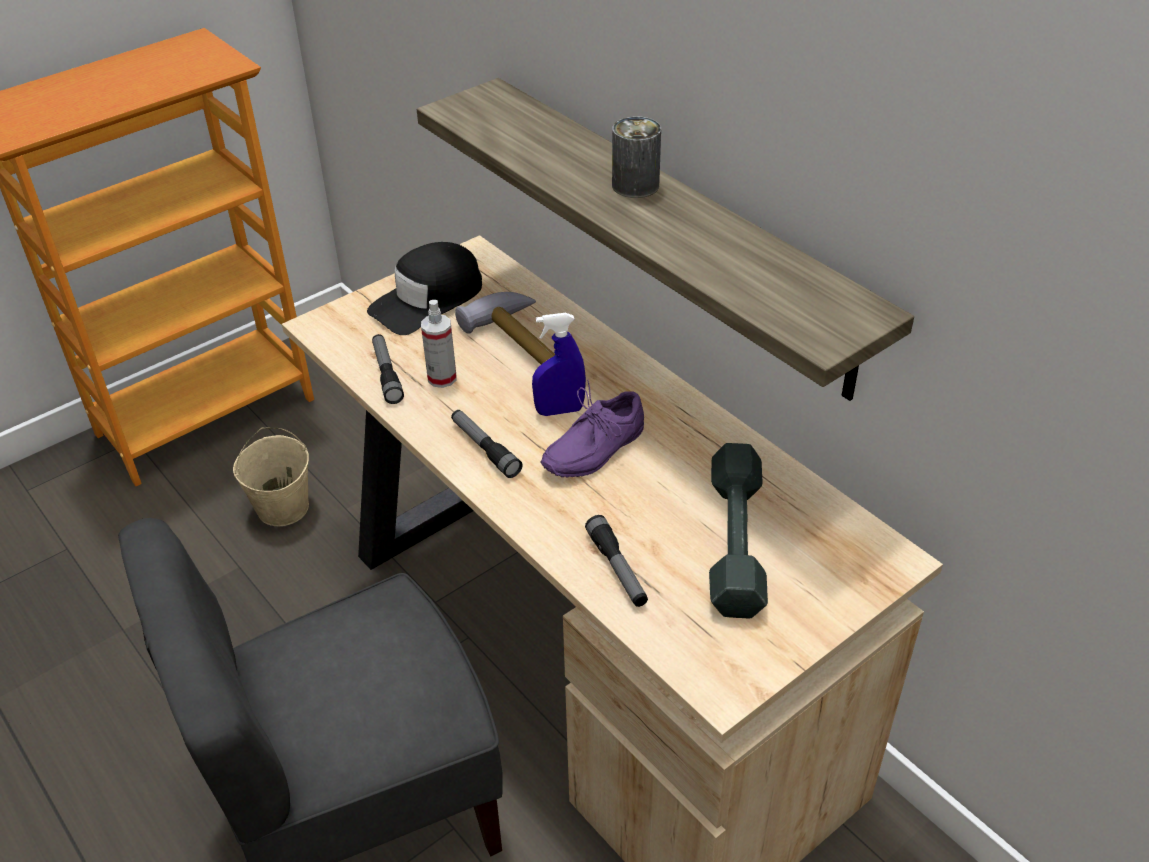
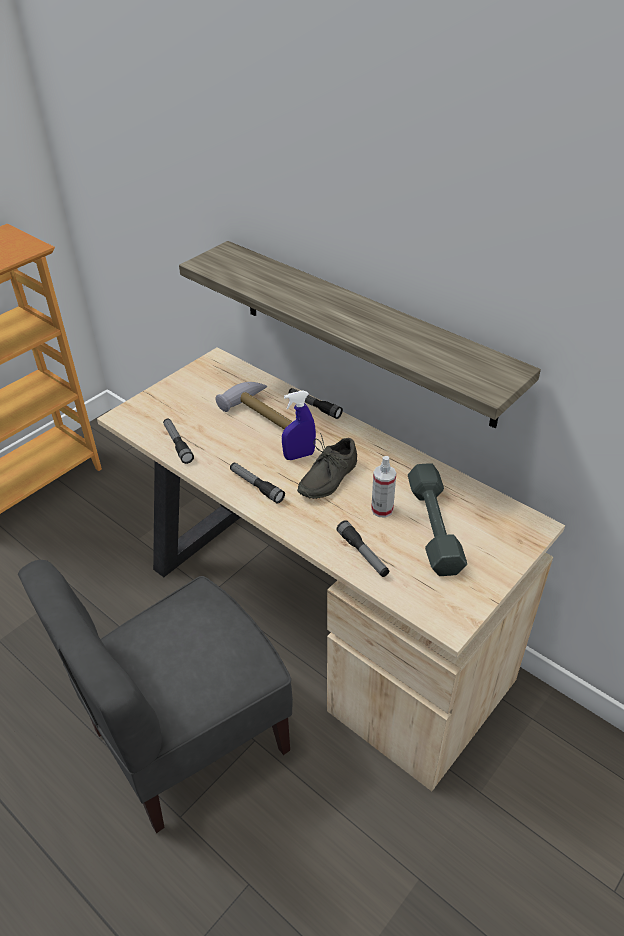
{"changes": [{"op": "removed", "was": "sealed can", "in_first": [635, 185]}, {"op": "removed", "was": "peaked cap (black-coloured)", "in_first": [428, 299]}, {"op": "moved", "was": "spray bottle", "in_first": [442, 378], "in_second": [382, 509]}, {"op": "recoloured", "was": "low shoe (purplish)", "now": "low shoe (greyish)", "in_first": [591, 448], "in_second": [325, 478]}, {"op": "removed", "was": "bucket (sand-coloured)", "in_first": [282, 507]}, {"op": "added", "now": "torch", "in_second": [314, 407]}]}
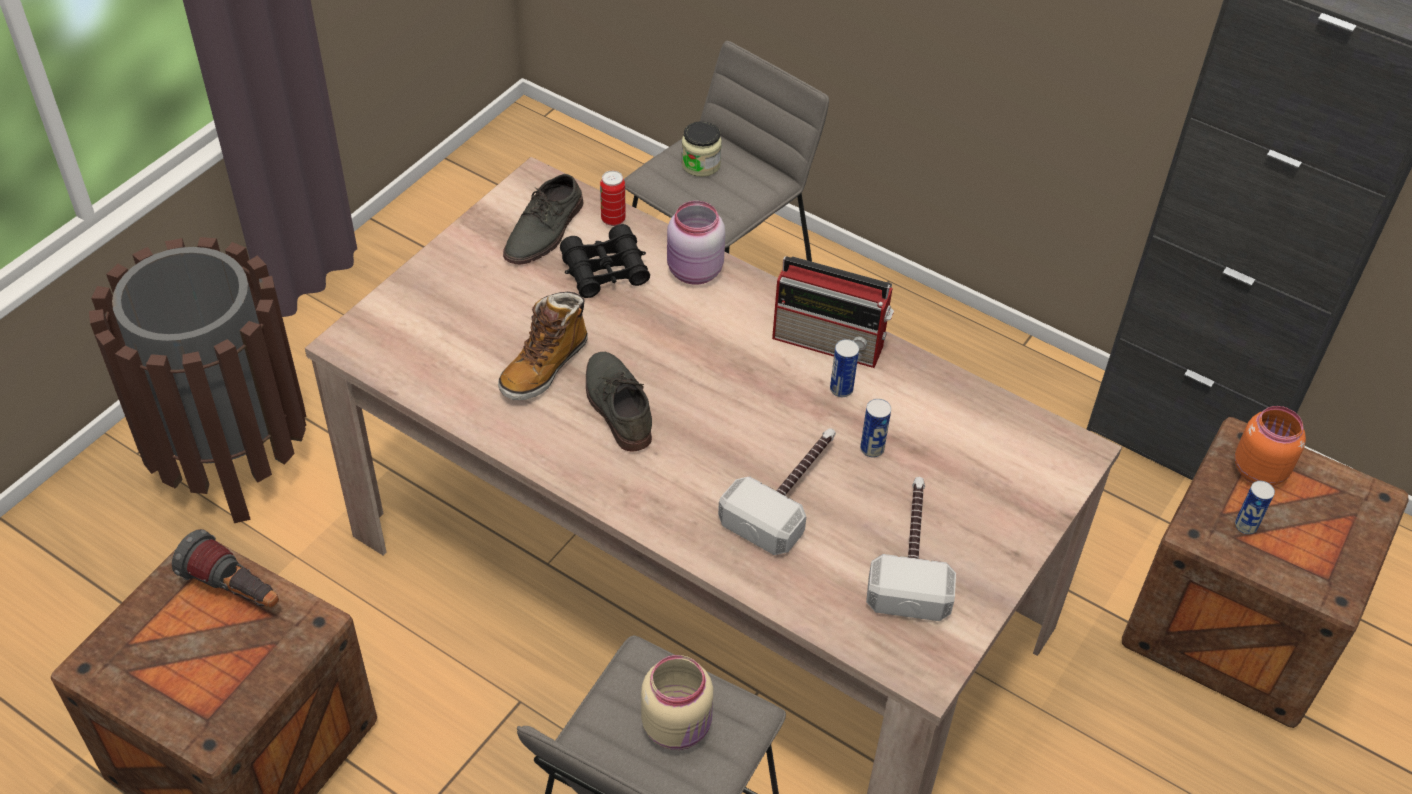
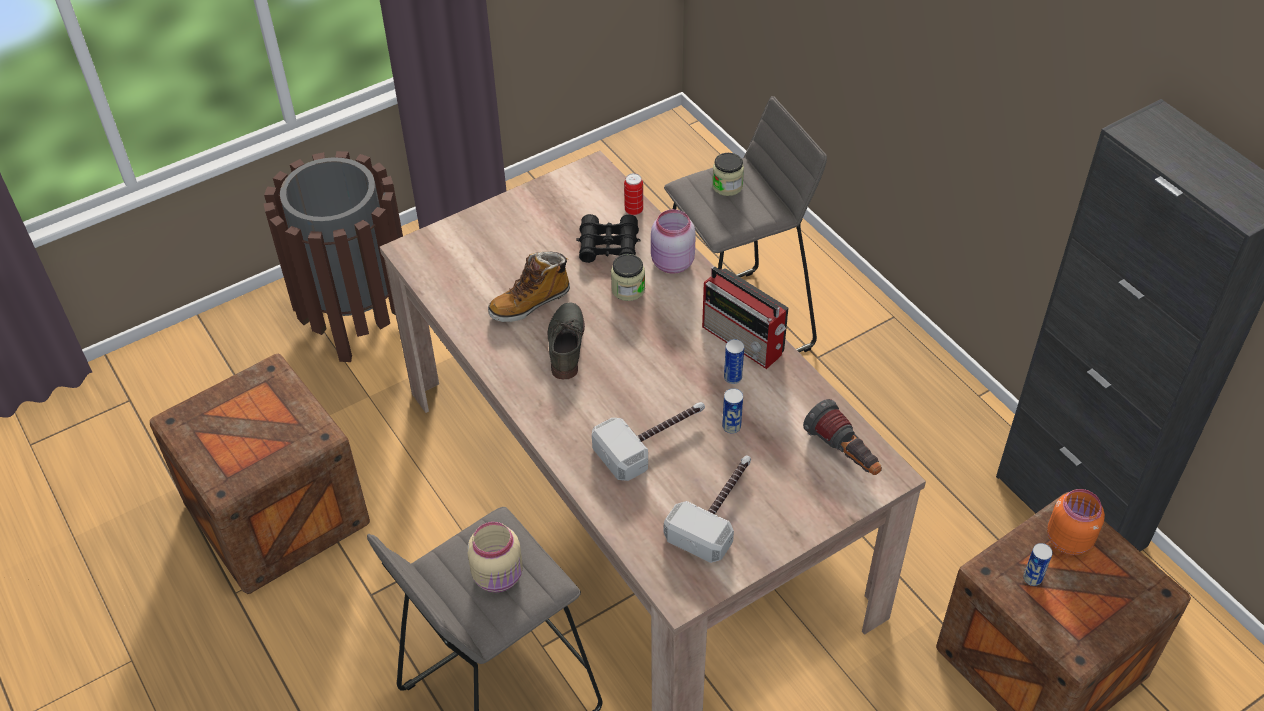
{"changes": [{"op": "removed", "was": "low shoe (greyish)", "in_first": [545, 231]}, {"op": "moved", "was": "torch", "in_first": [235, 590], "in_second": [844, 454]}, {"op": "added", "now": "preserve jar", "in_second": [628, 289]}]}
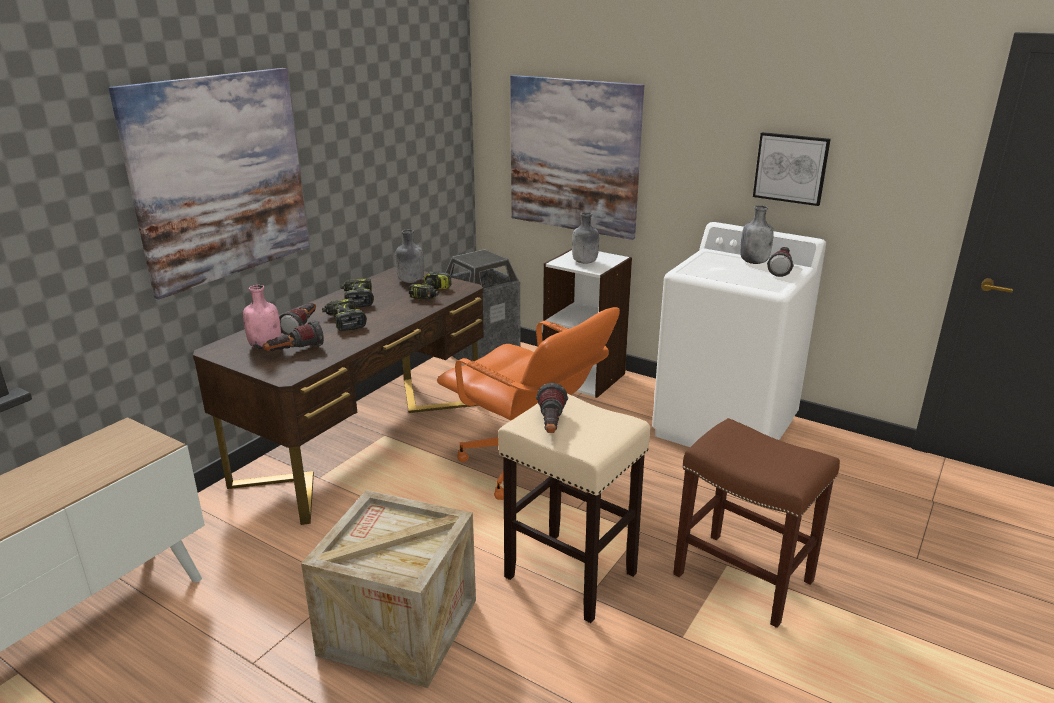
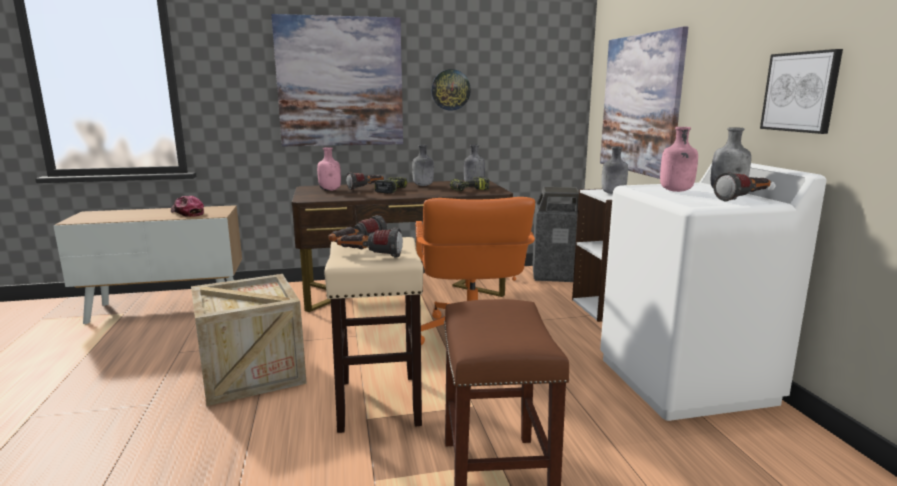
{"changes": [{"op": "replaced", "was": "electric drill", "now": "drink bottle (greyish)", "in_first": [357, 299], "in_second": [423, 185]}, {"op": "moved", "was": "torch", "in_first": [294, 352], "in_second": [370, 256]}, {"op": "added", "now": "hanging clock", "in_second": [450, 90]}, {"op": "added", "now": "drink bottle (pinkish)", "in_second": [676, 191]}, {"op": "added", "now": "peaked cap", "in_second": [187, 213]}]}
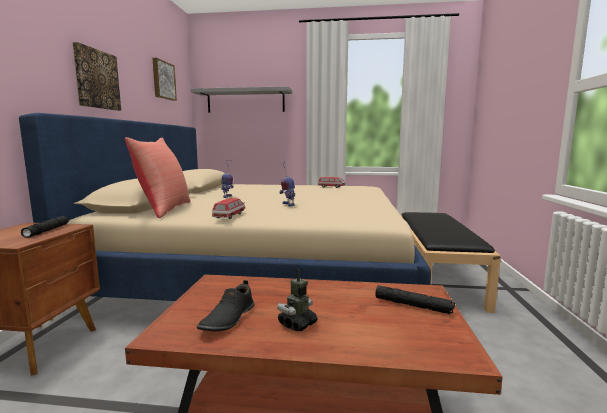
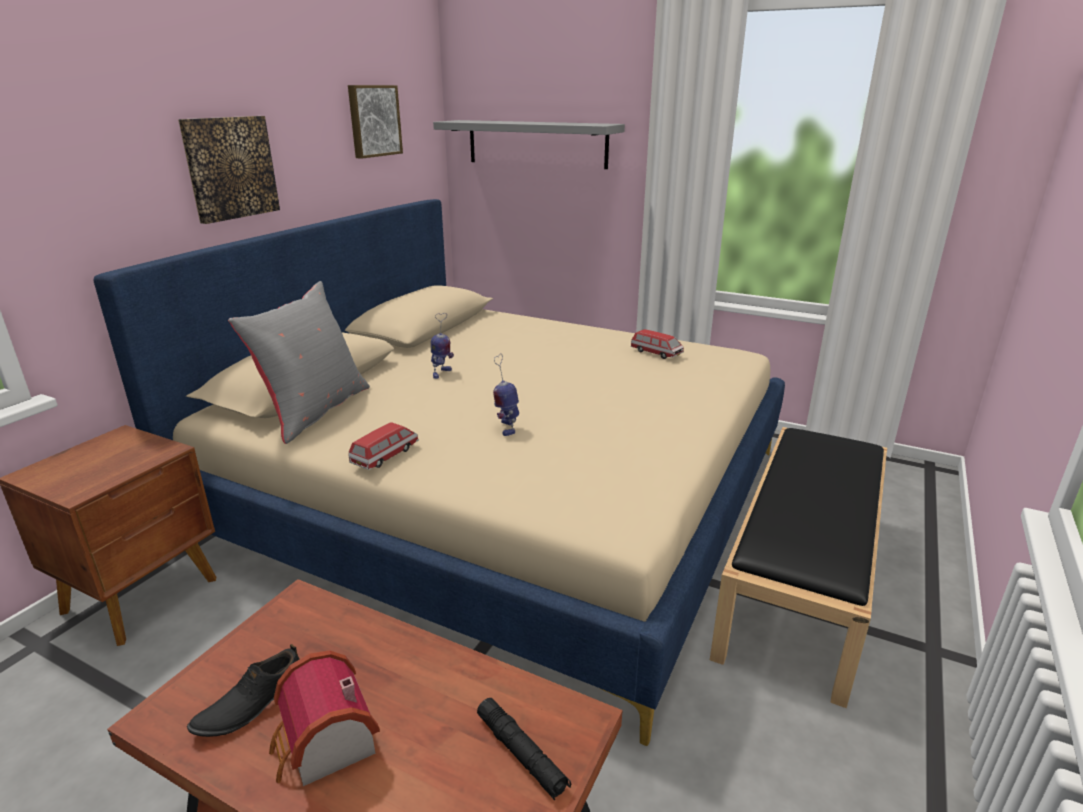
{"changes": [{"op": "recoloured", "was": "cushion (reddish)", "now": "cushion (greyish)", "in_first": [164, 209], "in_second": [314, 411]}, {"op": "removed", "was": "torch (black-coloured)", "in_first": [47, 231]}, {"op": "replaced", "was": "toy robot", "now": "miniature house", "in_first": [297, 324], "in_second": [325, 746]}]}
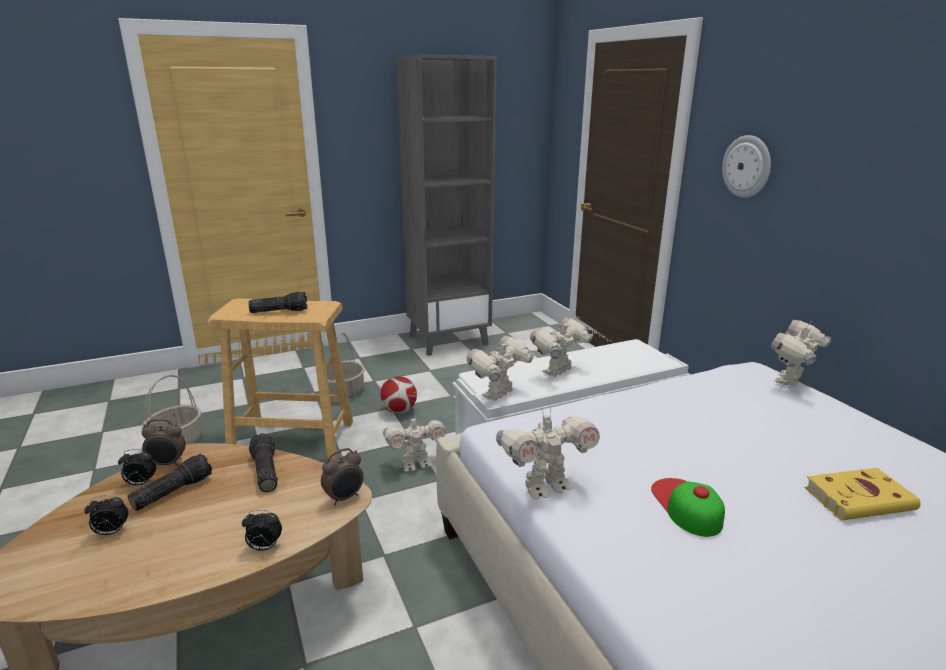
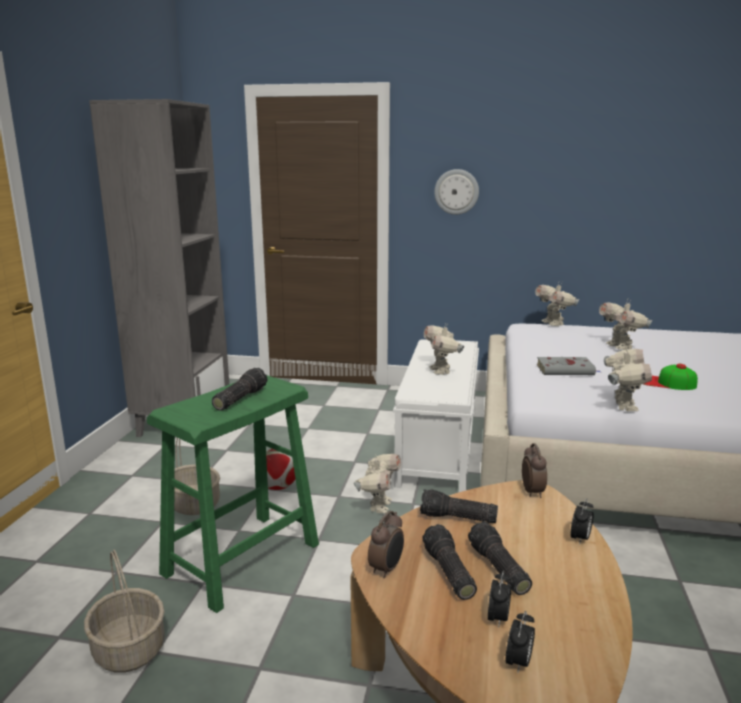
{"changes": [{"op": "recoloured", "was": "stool (sand-coloured)", "now": "stool (green)", "in_first": [291, 437], "in_second": [241, 559]}, {"op": "moved", "was": "toy robot", "in_first": [499, 395], "in_second": [620, 347]}, {"op": "moved", "was": "bedside clock", "in_first": [141, 483], "in_second": [519, 663]}, {"op": "removed", "was": "volume (yellow-coloured)", "in_first": [861, 499]}, {"op": "added", "now": "volume (greyish)", "in_second": [566, 370]}, {"op": "added", "now": "torch", "in_second": [497, 568]}]}
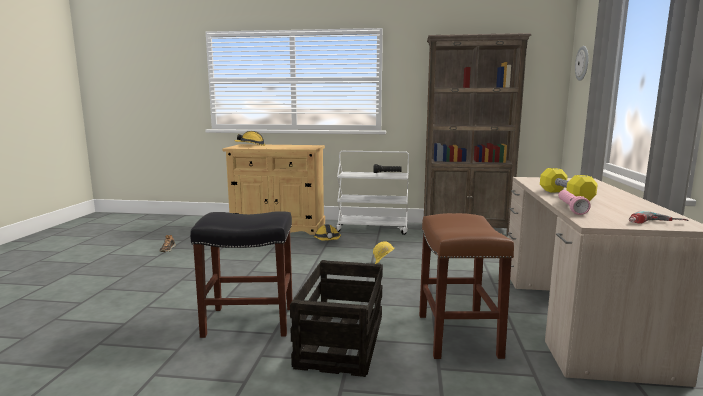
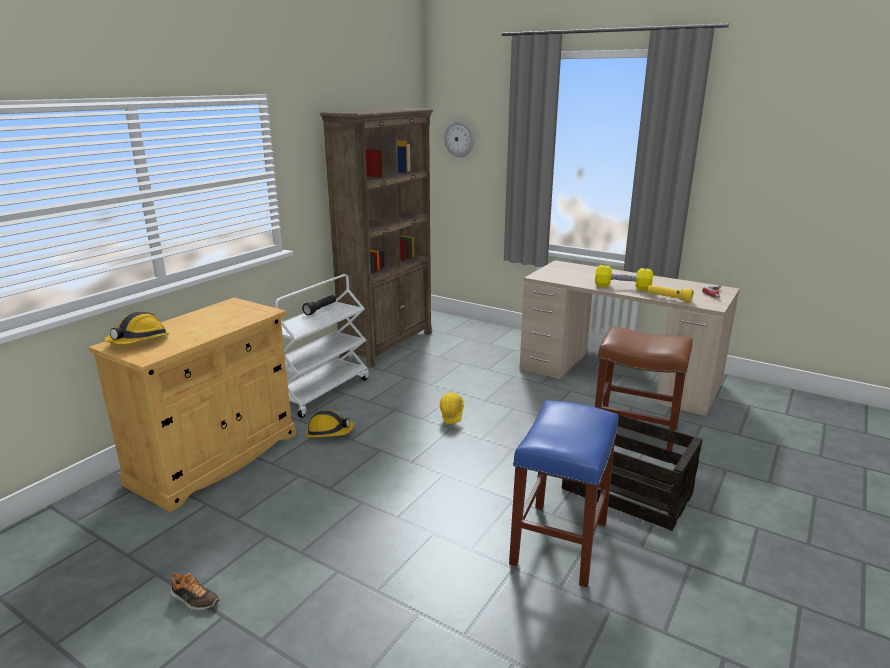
{"changes": [{"op": "recoloured", "was": "torch (pinkish)", "now": "torch (yellow-coloured)", "in_first": [571, 208], "in_second": [669, 299]}, {"op": "recoloured", "was": "stool (black-coloured)", "now": "stool (blue-coloured)", "in_first": [248, 322], "in_second": [560, 544]}]}
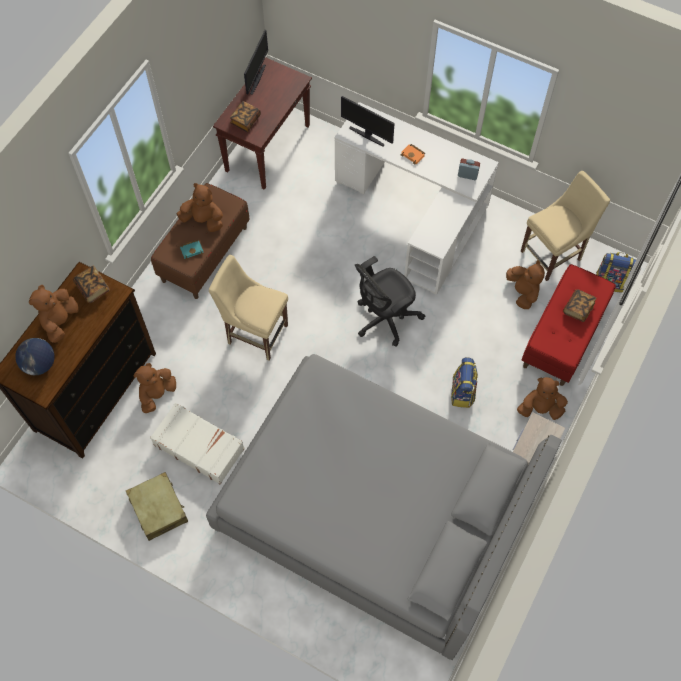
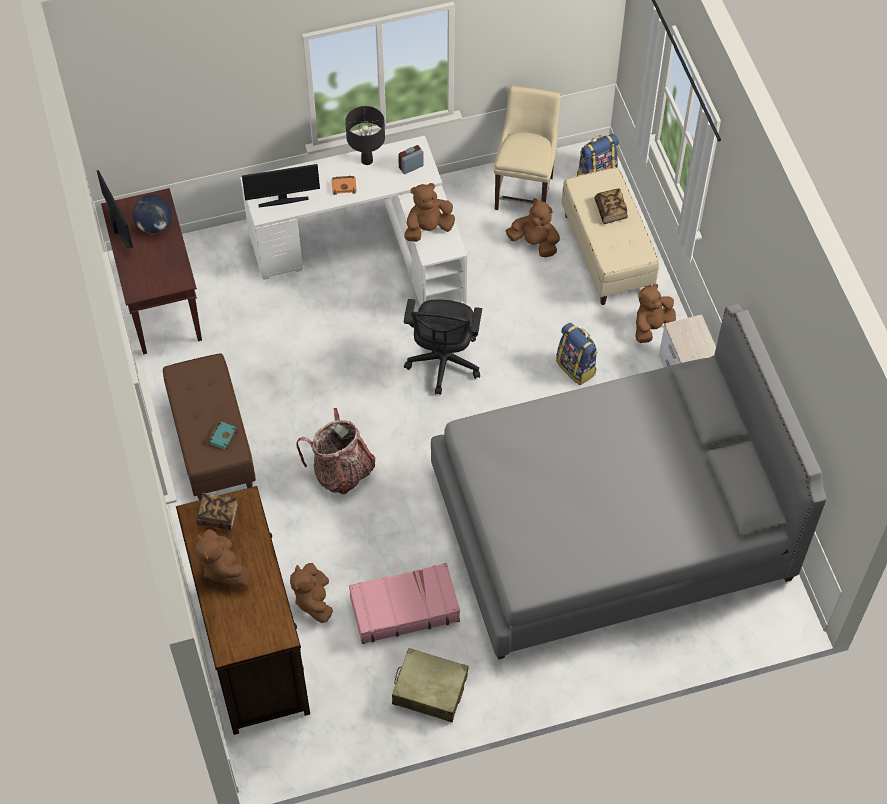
{"changes": [{"op": "removed", "was": "volume", "in_first": [245, 121]}, {"op": "moved", "was": "plush toy (brown-coloured)", "in_first": [203, 220], "in_second": [428, 228]}, {"op": "replaced", "was": "upright chair (sand-coloured)", "now": "rucksack", "in_first": [255, 332], "in_second": [341, 471]}, {"op": "recoloured", "was": "bench (reddish)", "now": "bench (sand-coloured)", "in_first": [562, 337], "in_second": [607, 253]}, {"op": "moved", "was": "desk globe", "in_first": [40, 364], "in_second": [155, 225]}, {"op": "recoloured", "was": "suitcase (white-coloured)", "now": "suitcase (pinkish)", "in_first": [199, 446], "in_second": [404, 608]}, {"op": "added", "now": "table lamp (black-coloured)", "in_second": [367, 160]}]}
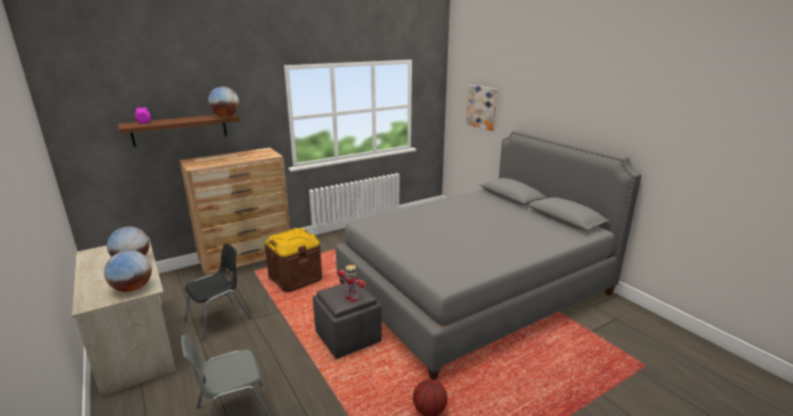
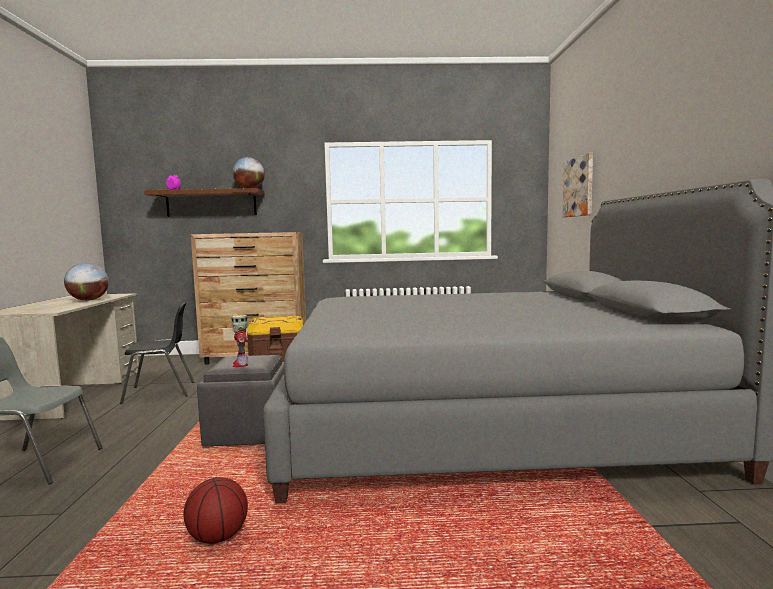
{"changes": [{"op": "removed", "was": "desk globe", "in_first": [133, 288]}]}
